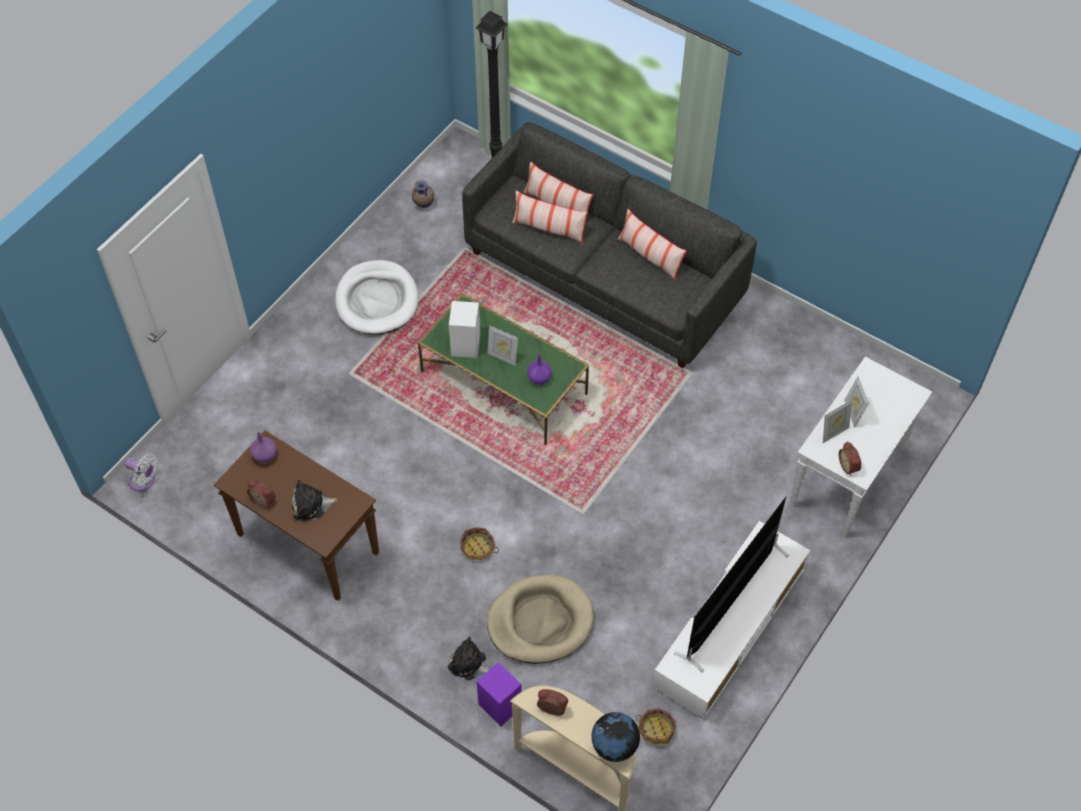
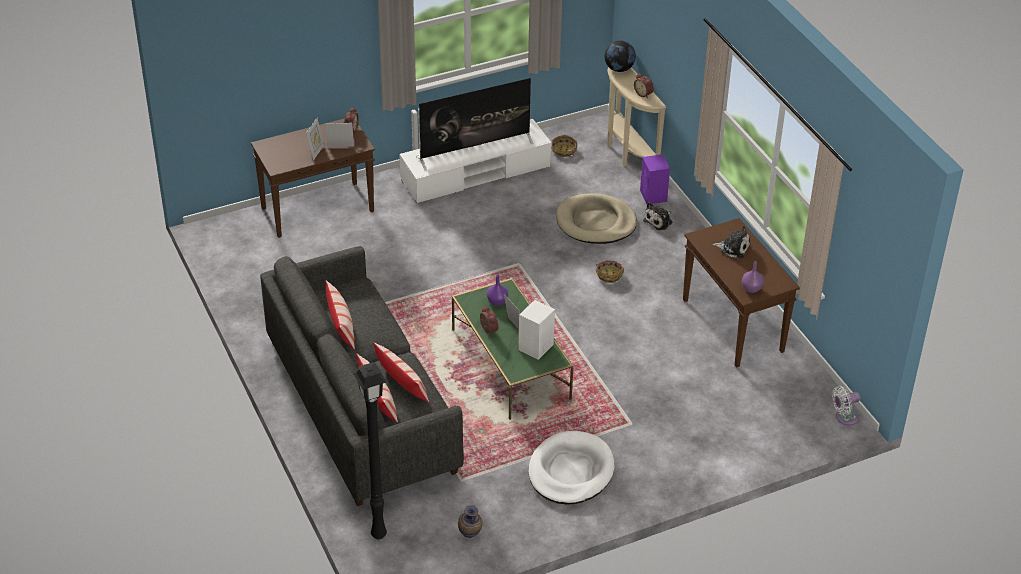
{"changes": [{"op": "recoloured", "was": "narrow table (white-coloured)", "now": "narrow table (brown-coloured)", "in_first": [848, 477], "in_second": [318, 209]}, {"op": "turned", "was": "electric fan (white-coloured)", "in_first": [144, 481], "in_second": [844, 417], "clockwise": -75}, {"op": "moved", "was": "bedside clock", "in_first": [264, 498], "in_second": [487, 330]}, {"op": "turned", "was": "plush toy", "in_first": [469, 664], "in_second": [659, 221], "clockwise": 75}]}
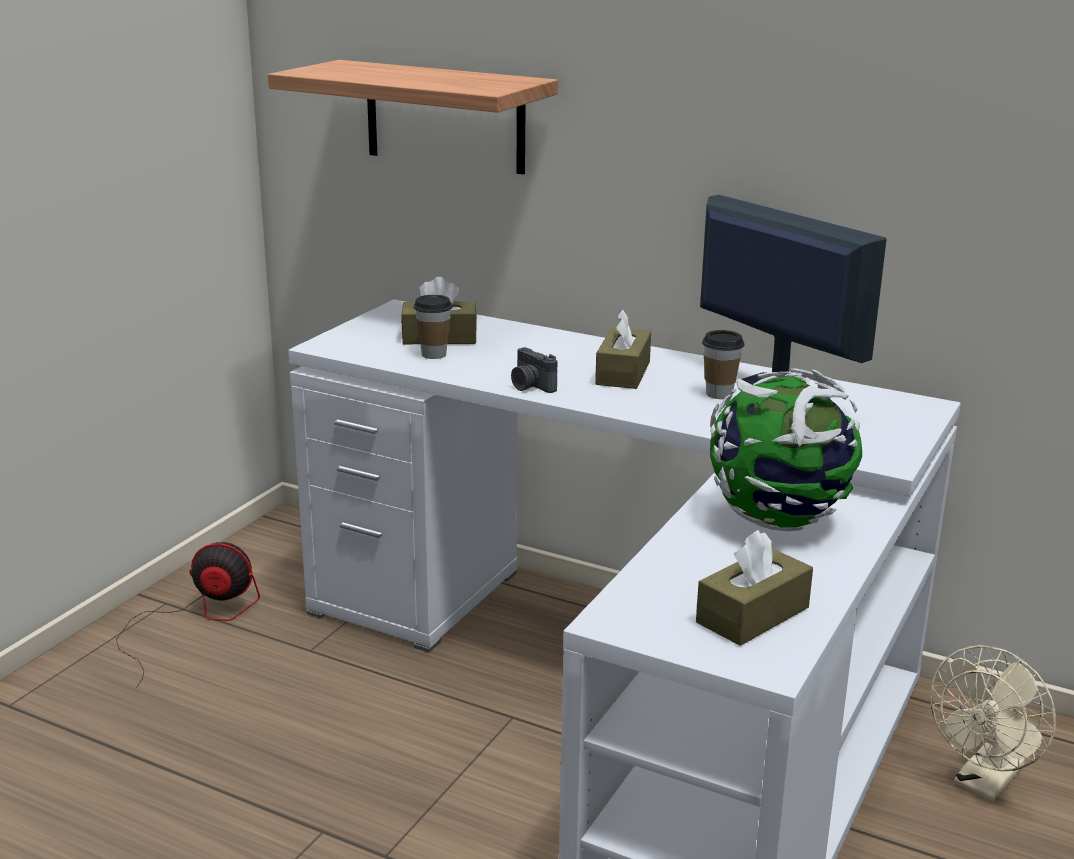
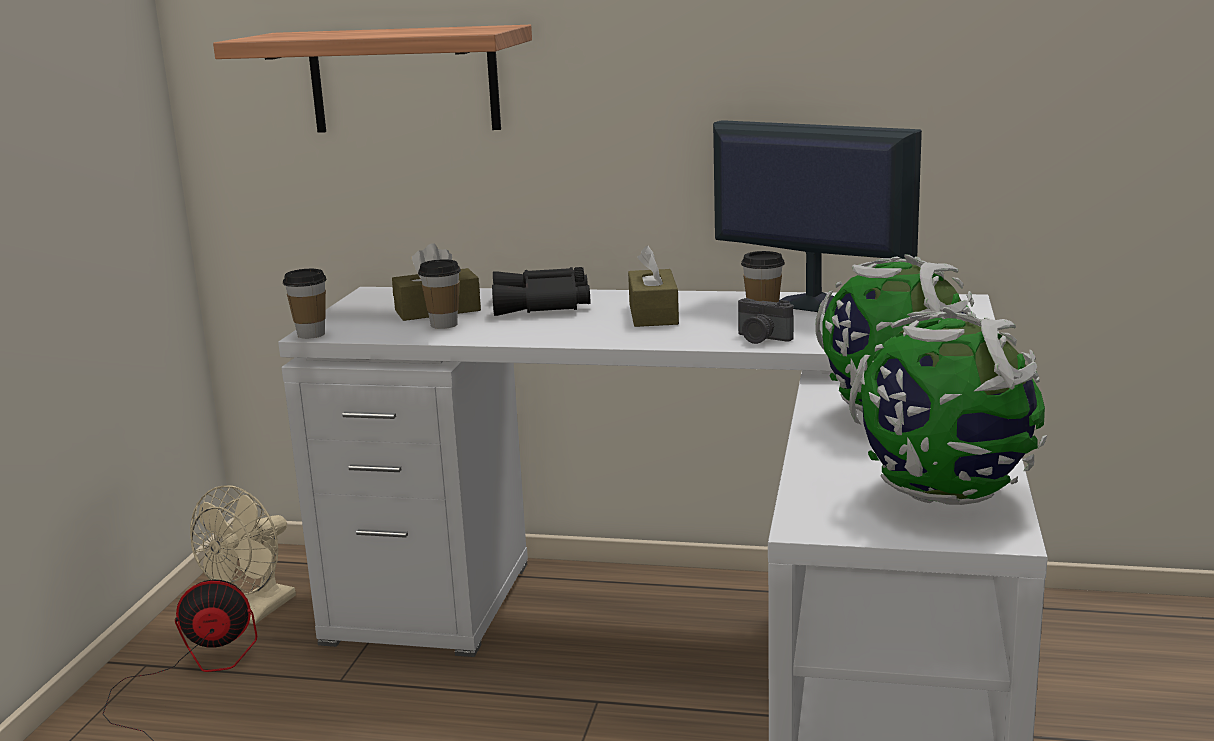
{"changes": [{"op": "moved", "was": "still camera", "in_first": [530, 386], "in_second": [761, 339]}, {"op": "replaced", "was": "tissue box (brown-coloured)", "now": "desk globe", "in_first": [752, 615], "in_second": [944, 495]}, {"op": "moved", "was": "electric fan (sand-coloured)", "in_first": [984, 783], "in_second": [255, 613]}, {"op": "added", "now": "pair of binoculars (black-coloured)", "in_second": [543, 305]}, {"op": "added", "now": "drinking cup", "in_second": [311, 334]}]}
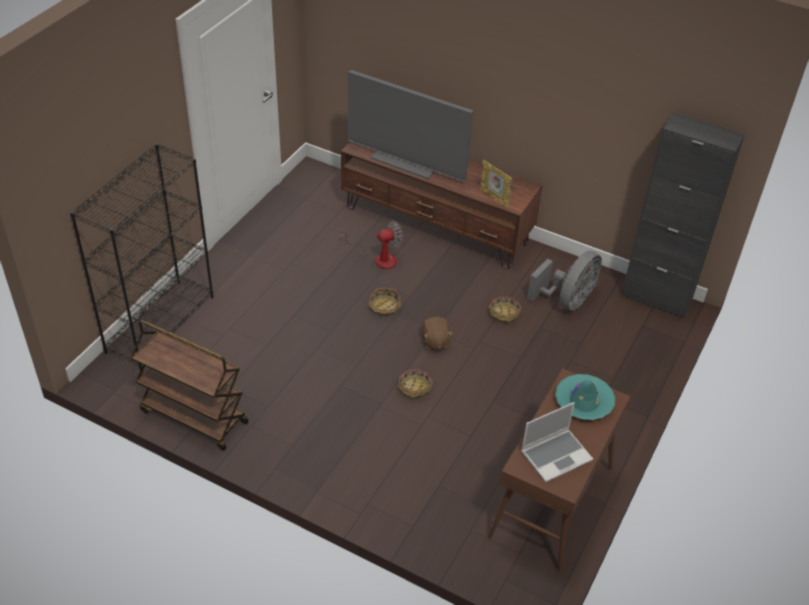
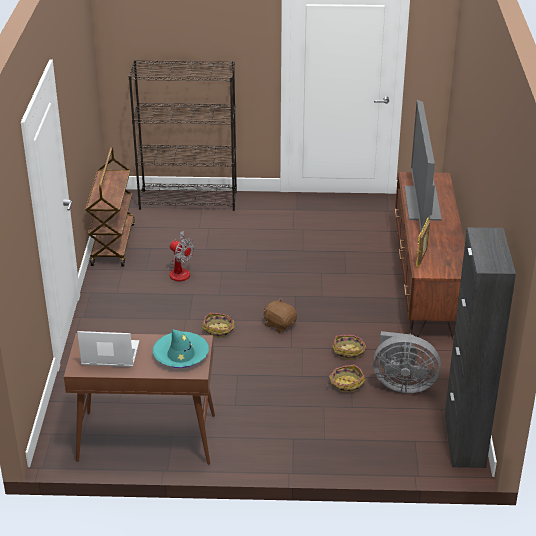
{"changes": [{"op": "moved", "was": "electric fan", "in_first": [378, 258], "in_second": [180, 270]}, {"op": "moved", "was": "basket", "in_first": [384, 307], "in_second": [346, 384]}, {"op": "turned", "was": "plush toy (brown-coloured)", "in_first": [435, 342], "in_second": [279, 324], "clockwise": 75}, {"op": "turned", "was": "portable computer", "in_first": [556, 455], "in_second": [109, 355], "clockwise": 150}]}
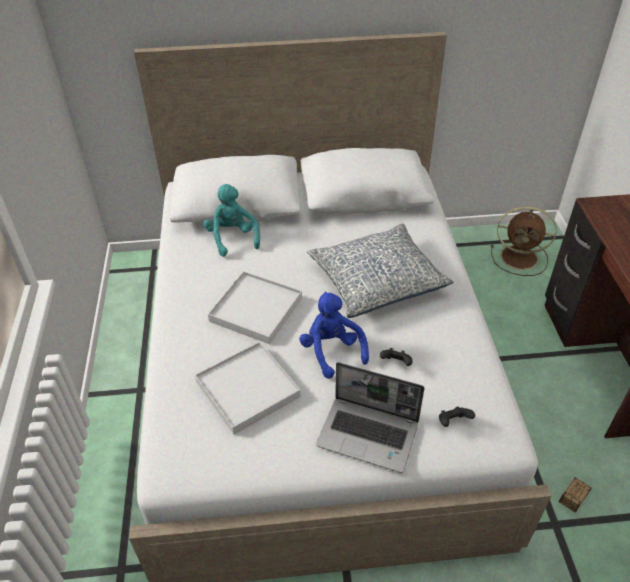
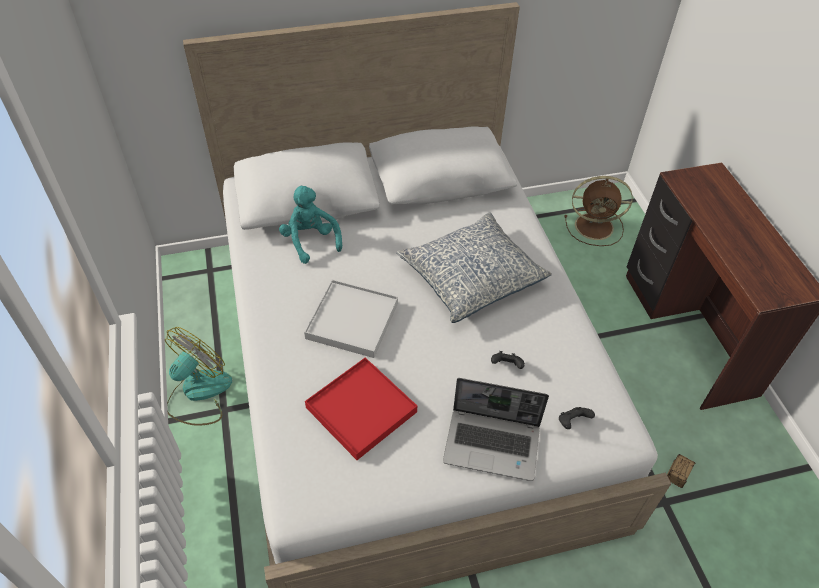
{"changes": [{"op": "removed", "was": "plush toy (blue-coloured)", "in_first": [332, 351]}, {"op": "recoloured", "was": "tray (white-coloured)", "now": "tray (reddish)", "in_first": [248, 389], "in_second": [361, 410]}, {"op": "added", "now": "electric fan", "in_second": [198, 393]}]}
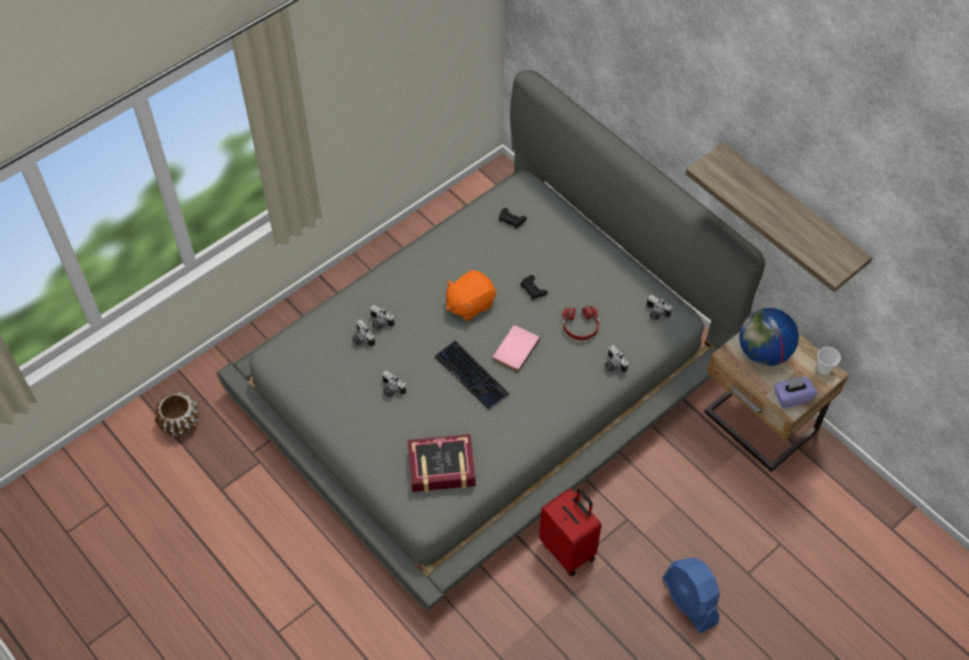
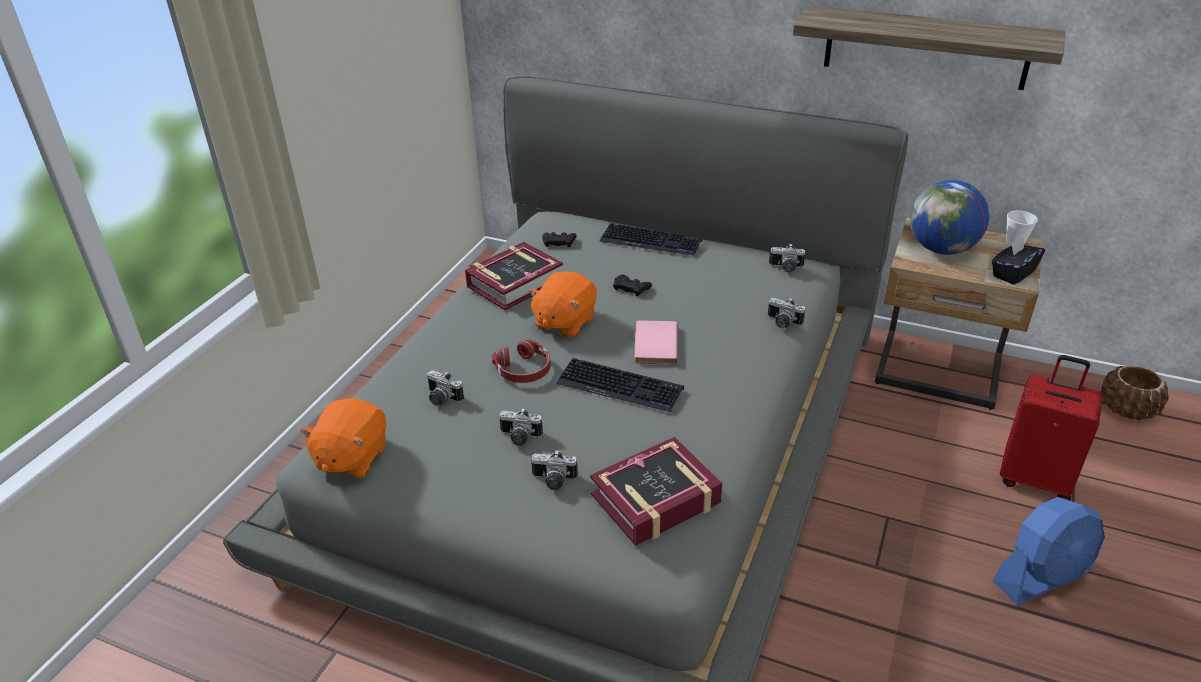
{"changes": [{"op": "moved", "was": "still camera", "in_first": [379, 323], "in_second": [553, 481]}, {"op": "moved", "was": "headset (reddish)", "in_first": [580, 326], "in_second": [524, 369]}, {"op": "recoloured", "was": "tissue box (purplish)", "now": "tissue box (black-coloured)", "in_first": [792, 397], "in_second": [1012, 274]}, {"op": "moved", "was": "planter (brown-coloured)", "in_first": [179, 422], "in_second": [1127, 409]}, {"op": "moved", "was": "suitcase (reddish)", "in_first": [569, 550], "in_second": [1035, 479]}, {"op": "turned", "was": "electric fan (blue-coloured)", "in_first": [689, 601], "in_second": [1042, 577], "clockwise": -60}, {"op": "added", "now": "computer keyboard", "in_second": [651, 241]}, {"op": "added", "now": "volume", "in_second": [514, 283]}, {"op": "added", "now": "plush toy (orangey)", "in_second": [351, 458]}]}
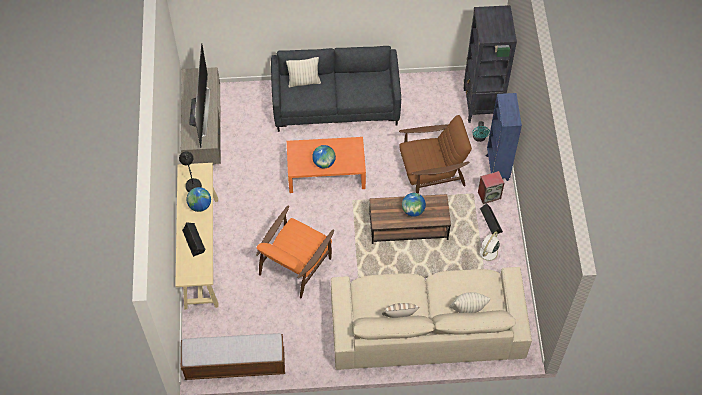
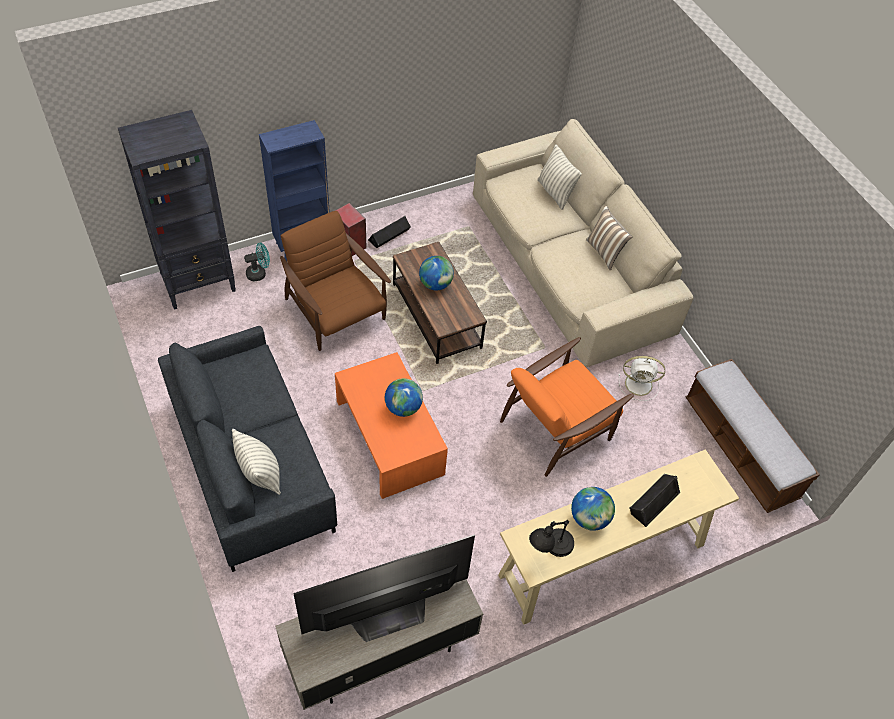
{"changes": [{"op": "turned", "was": "armchair (orangey)", "in_first": [295, 264], "in_second": [557, 427], "clockwise": 135}, {"op": "moved", "was": "electric fan (white-coloured)", "in_first": [488, 253], "in_second": [640, 384]}]}
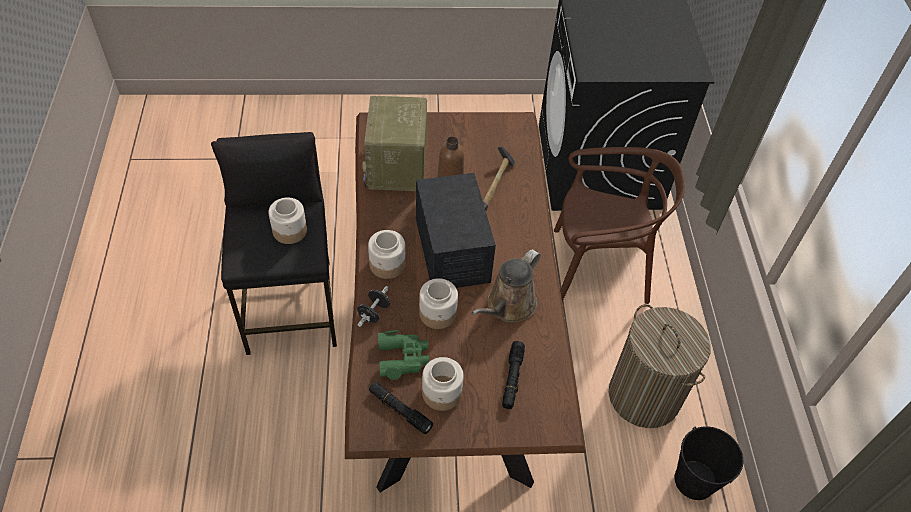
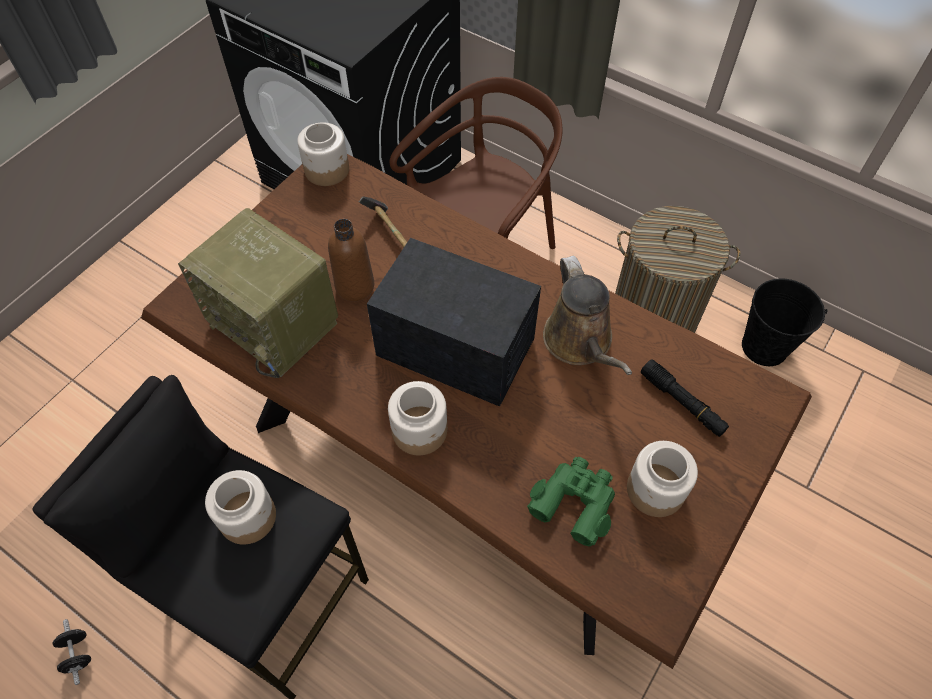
{"changes": [{"op": "moved", "was": "preserve jar", "in_first": [438, 314], "in_second": [327, 170]}, {"op": "moved", "was": "free weight (black-coloured)", "in_first": [374, 313], "in_second": [78, 654]}, {"op": "removed", "was": "torch (black-coloured)", "in_first": [400, 410]}]}
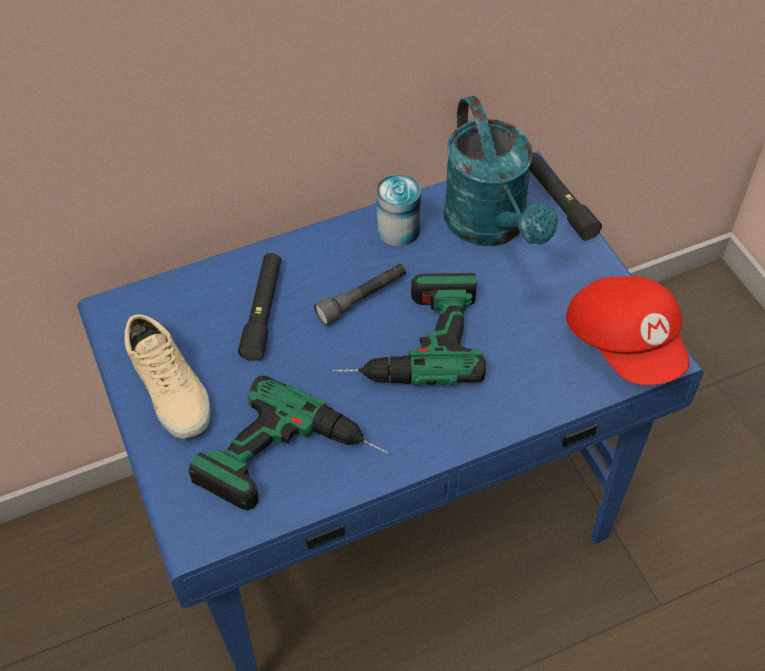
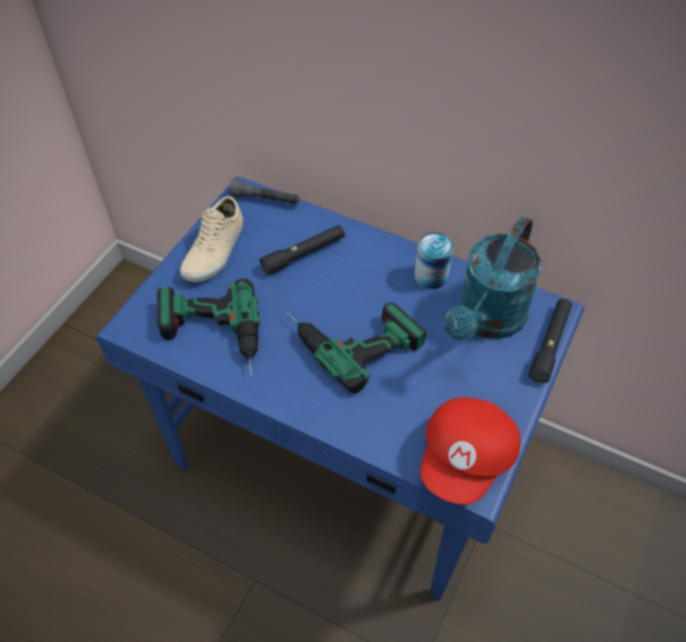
{"changes": [{"op": "moved", "was": "torch (greyish)", "in_first": [362, 299], "in_second": [265, 199]}]}
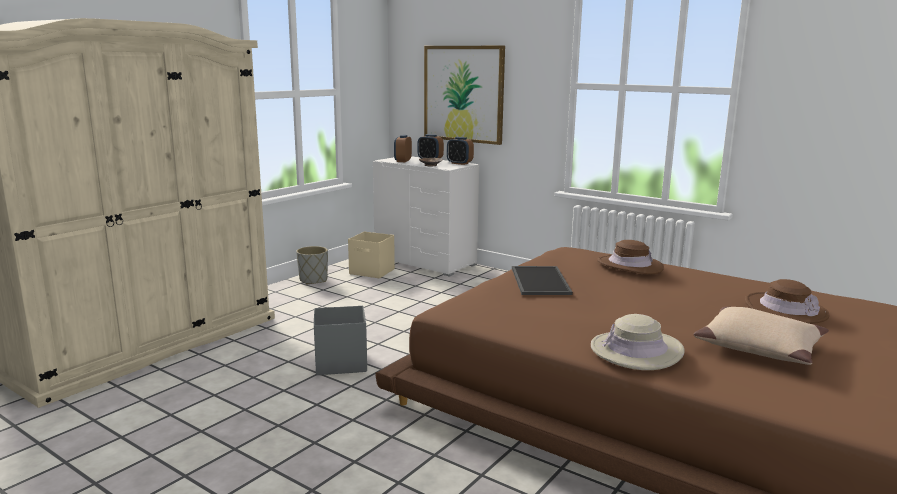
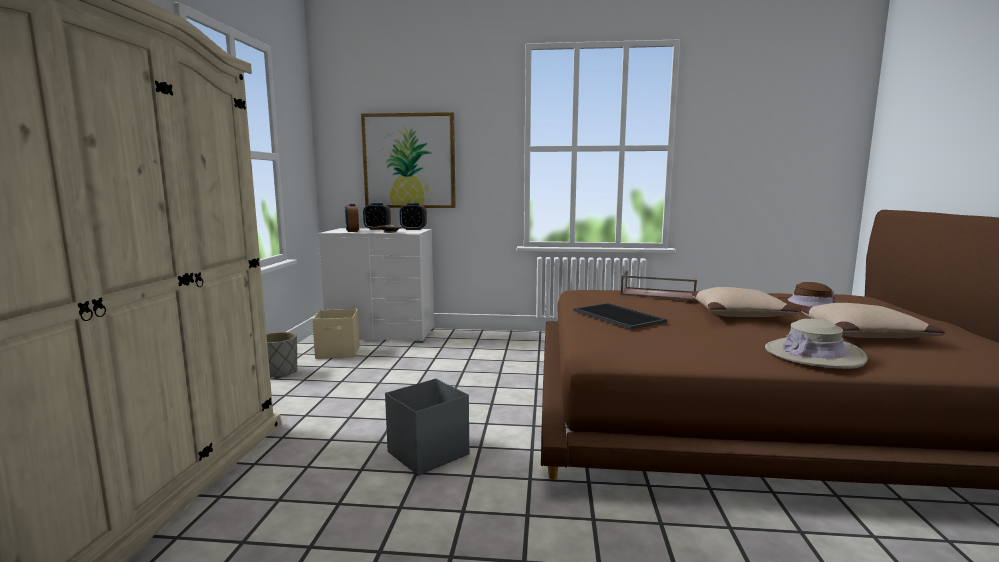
{"changes": [{"op": "replaced", "was": "clothing hat (brown-coloured)", "now": "tray (brown-coloured)", "in_first": [629, 265], "in_second": [657, 294]}, {"op": "added", "now": "cushion (sand-coloured)", "in_second": [739, 314]}]}
